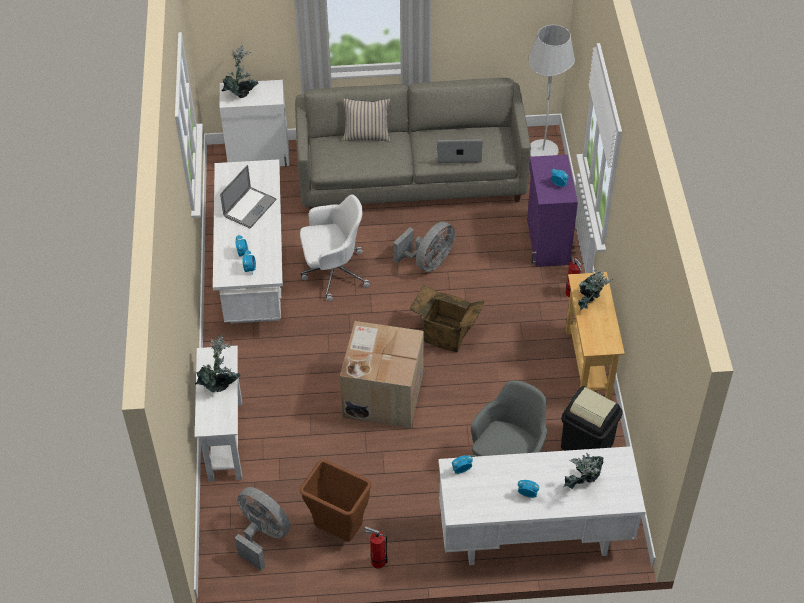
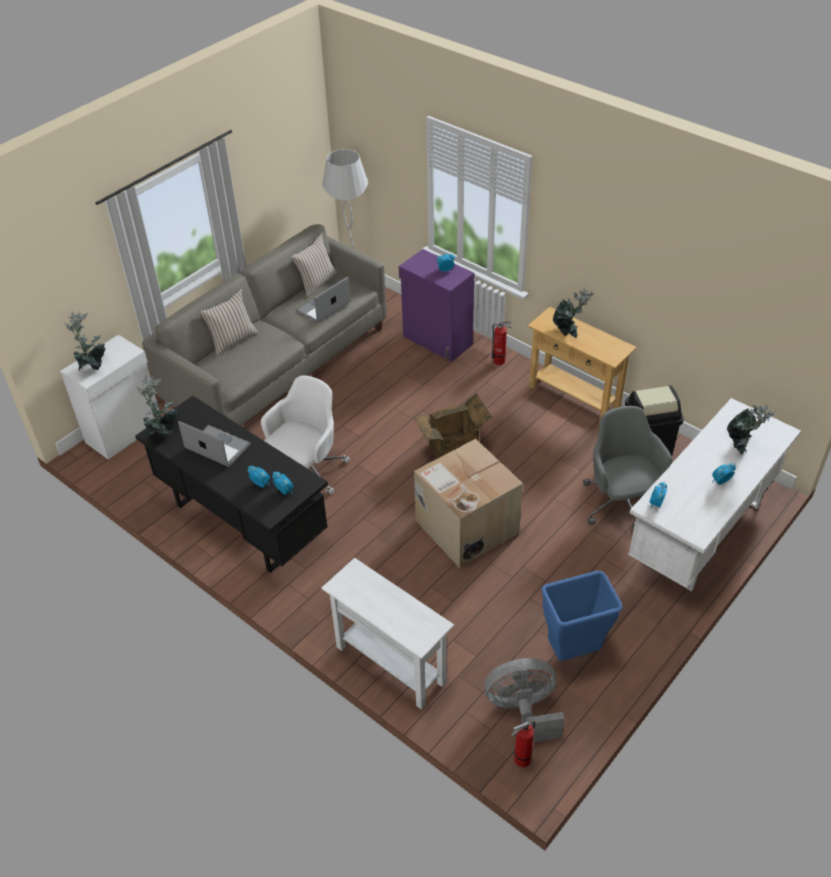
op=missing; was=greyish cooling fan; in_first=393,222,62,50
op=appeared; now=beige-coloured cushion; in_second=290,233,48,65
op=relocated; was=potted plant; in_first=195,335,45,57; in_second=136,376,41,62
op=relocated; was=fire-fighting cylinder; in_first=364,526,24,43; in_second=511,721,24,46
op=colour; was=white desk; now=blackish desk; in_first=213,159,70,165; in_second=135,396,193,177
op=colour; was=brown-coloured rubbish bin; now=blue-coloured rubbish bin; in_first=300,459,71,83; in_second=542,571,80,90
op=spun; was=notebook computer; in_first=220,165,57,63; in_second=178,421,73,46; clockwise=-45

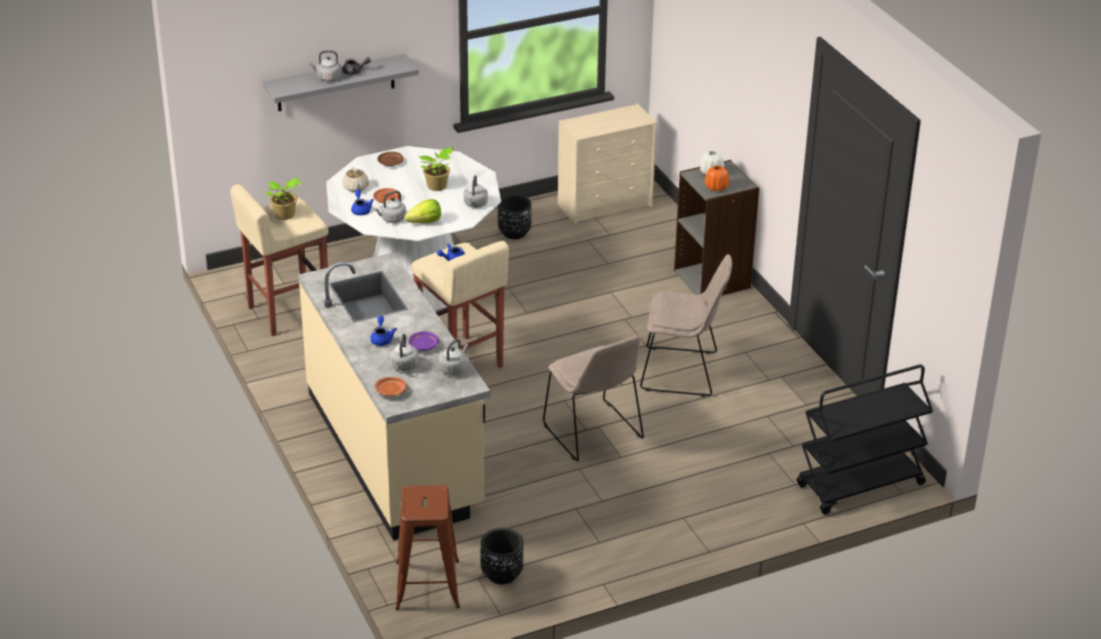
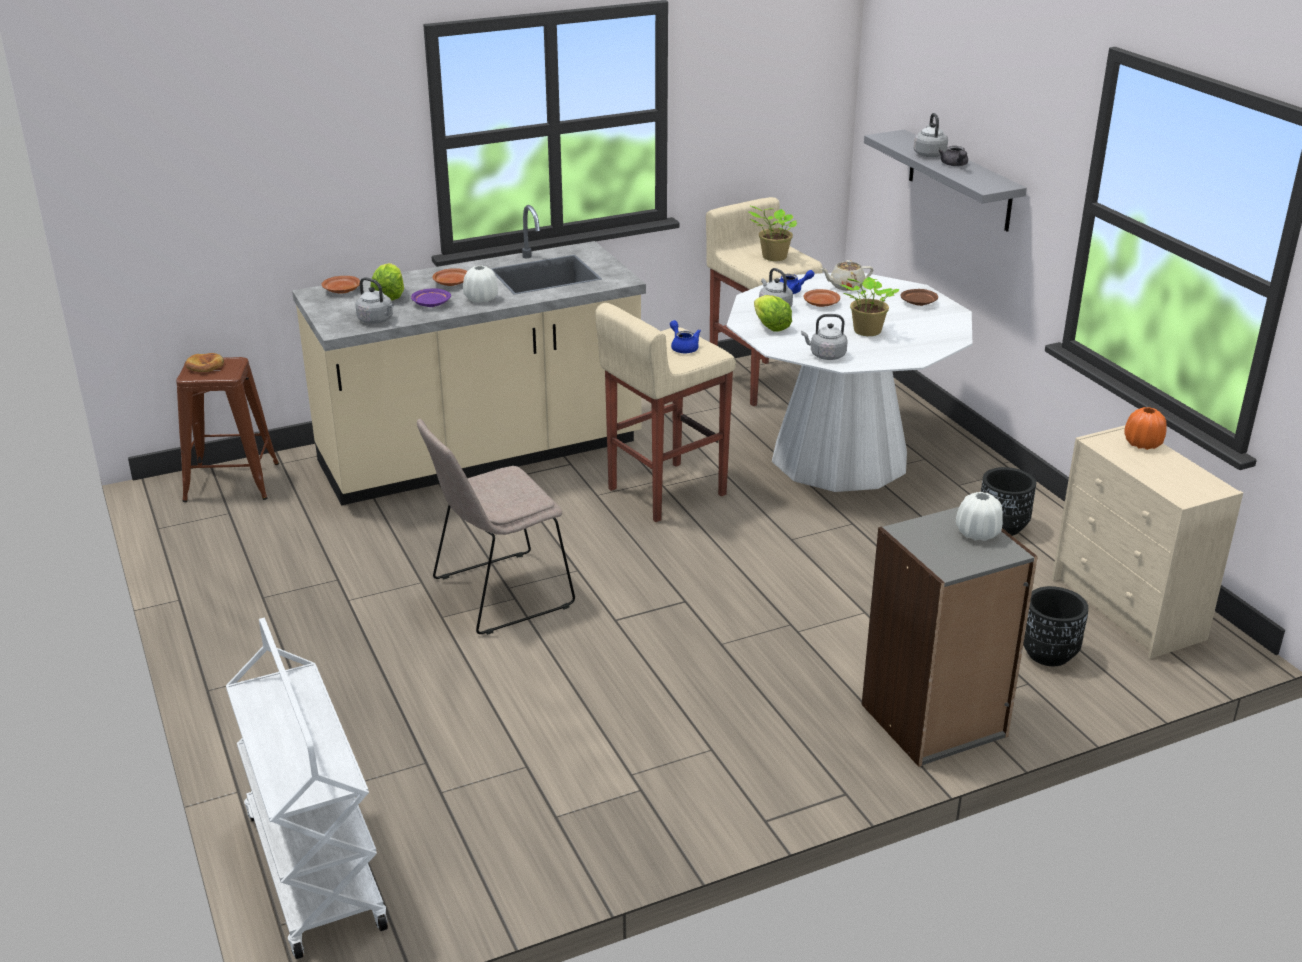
op=missing; was=beige-coloured chair; in_first=640,254,92,143
op=appeared; now=bakery bread; in_second=185,353,39,19
op=appeared; now=white decorative vase; in_second=463,265,35,38
op=relocated; was=blackish flower pot; in_first=481,528,42,57; in_second=1023,586,65,80
op=relocated; was=orange-coloured decorative vase; in_first=705,166,24,25; in_second=1124,407,43,43
op=exchanged; was=blue-coloured tea pot; now=brown-coloured plate; in_first=370,316,26,30; in_second=432,268,35,18
op=exchanged; was=greyish kettle; now=head of lettuce; in_first=390,334,29,37; in_second=370,263,34,37
op=colour; was=blackish trolley; now=white trolley; in_first=797,365,136,150; in_second=226,618,162,341

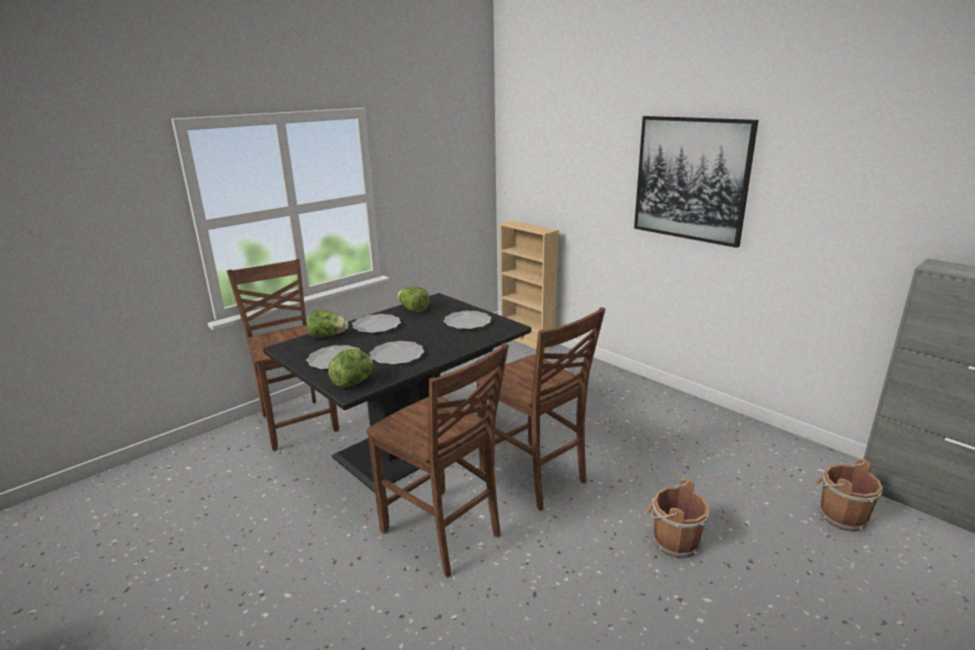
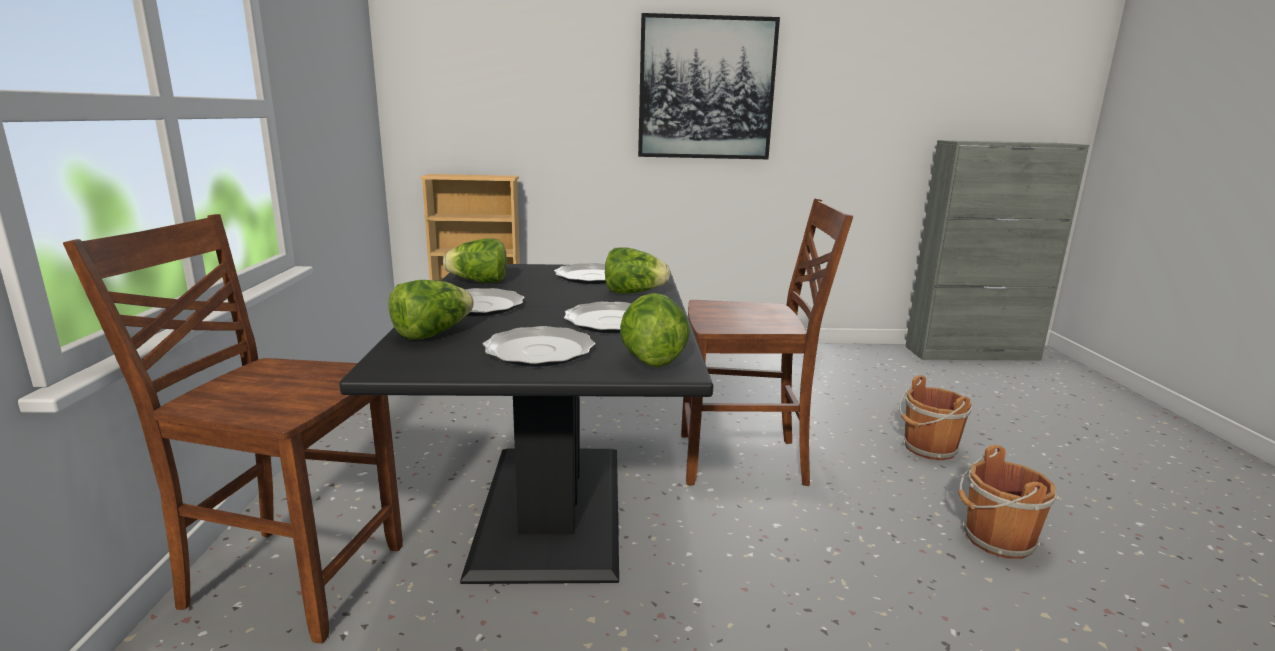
op=missing; was=brown-coloured chair; in_first=366,343,143,235
op=appeared; now=head of lettuce; in_second=605,248,65,46
op=relocated; was=brown-coloured water bucket; in_first=815,459,68,73; in_second=958,445,101,114

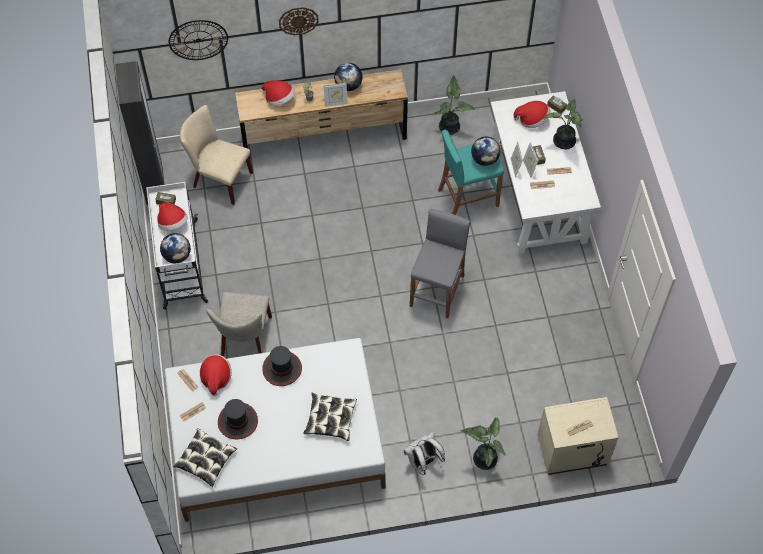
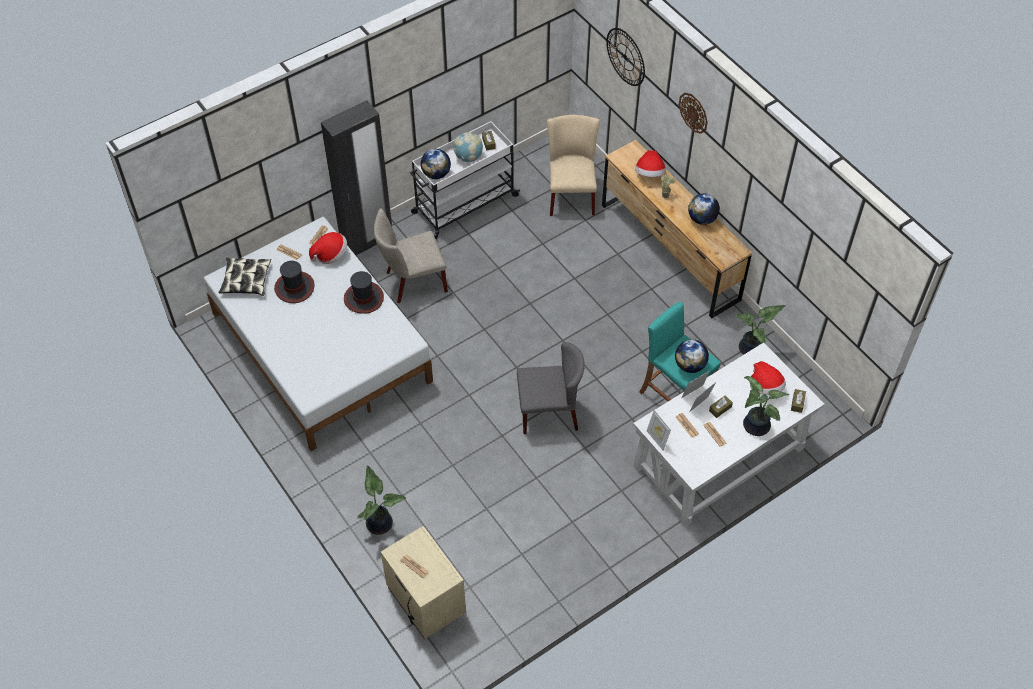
op=missing; was=cushion; in_first=303,393,54,48
op=missing; was=white backpack; in_first=404,432,41,43
op=relocated; was=blackish armoire; in_first=115,61,49,145; in_second=321,100,71,155
op=relocated; was=photo frame; in_first=323,83,25,24; in_second=647,410,24,40
op=exchanged; was=hat; now=world globe; in_first=157,201,31,30; in_second=453,132,30,30
op=exchanged; was=greyish stool seat; now=greyish chair; in_first=410,209,60,109; in_second=517,342,68,92

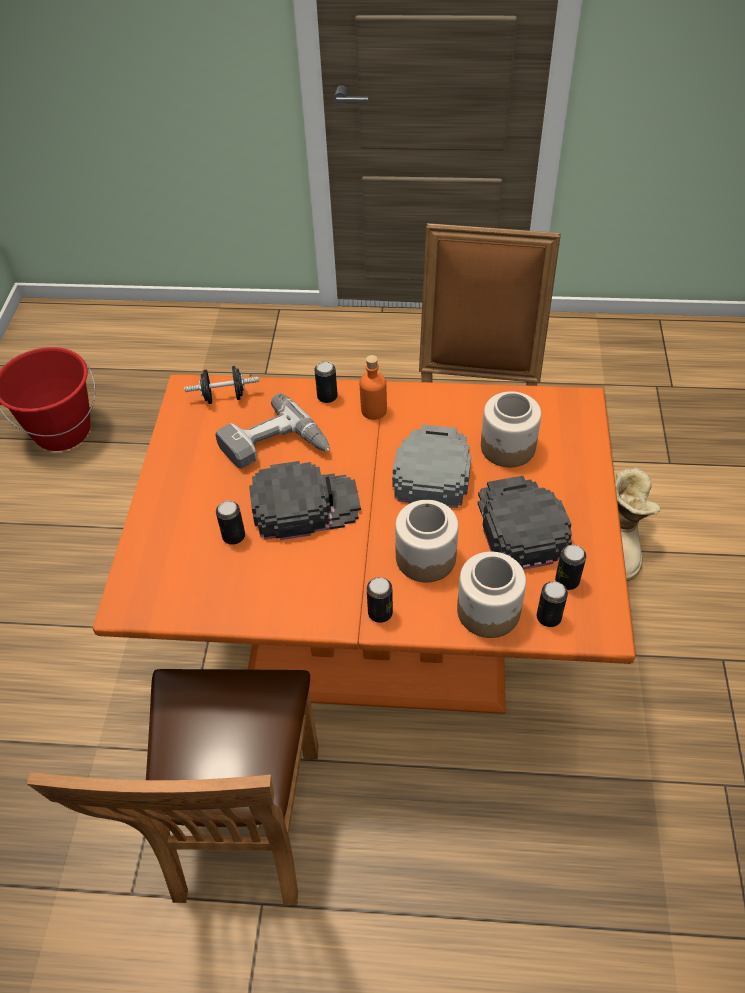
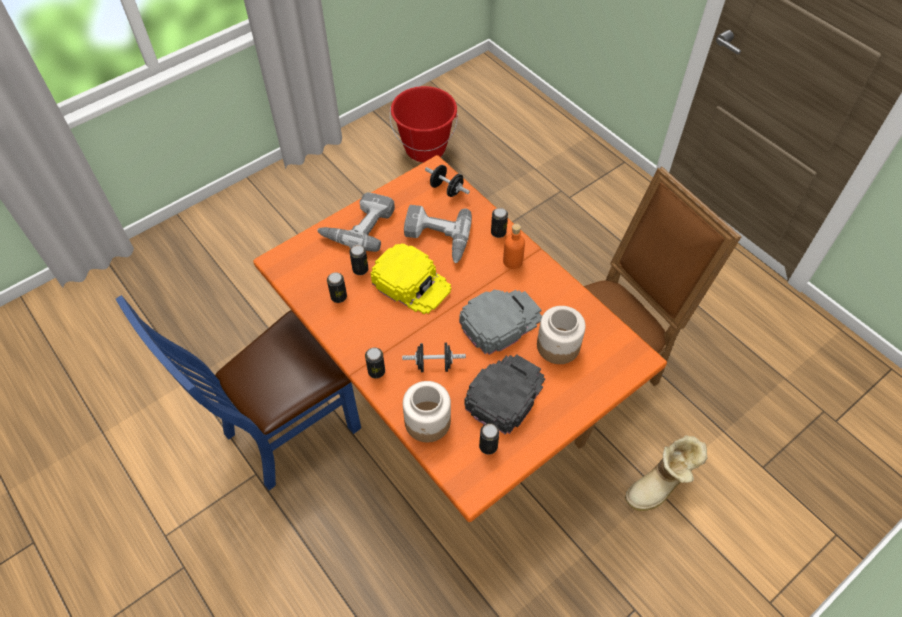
op=appeared; now=drill; in_second=317,192,78,60
op=relocated; was=metal can; in_first=537,581,31,46; in_second=327,272,20,31
op=exchanged; was=preserve jar; now=blackish free weight; in_first=395,500,64,83; in_second=402,343,64,29
op=colour; was=brown-coloured chair; now=blue-coloured chair; in_first=27,669,292,236; in_second=116,295,245,195
op=colour; was=blackish cap; now=yellow-coloured cap; in_first=249,461,112,79; in_second=371,243,81,71

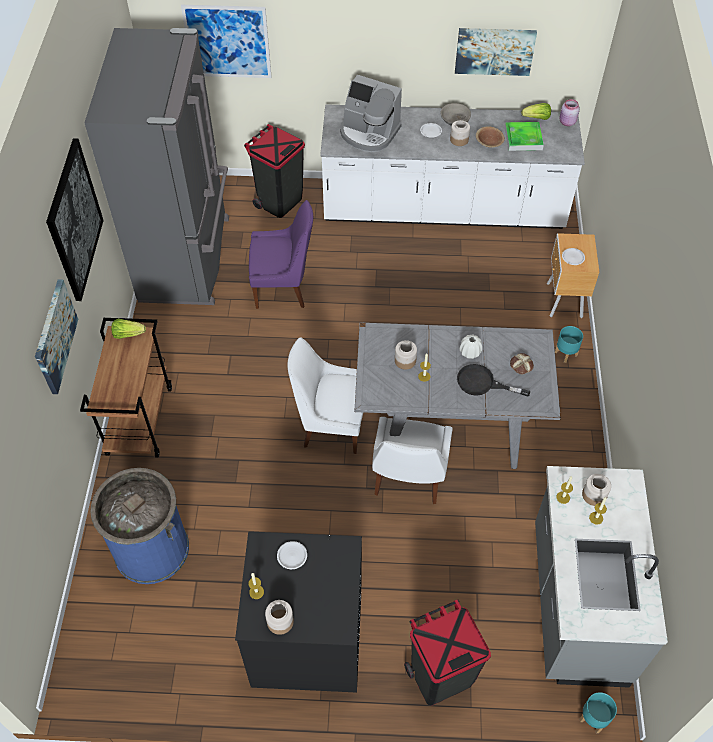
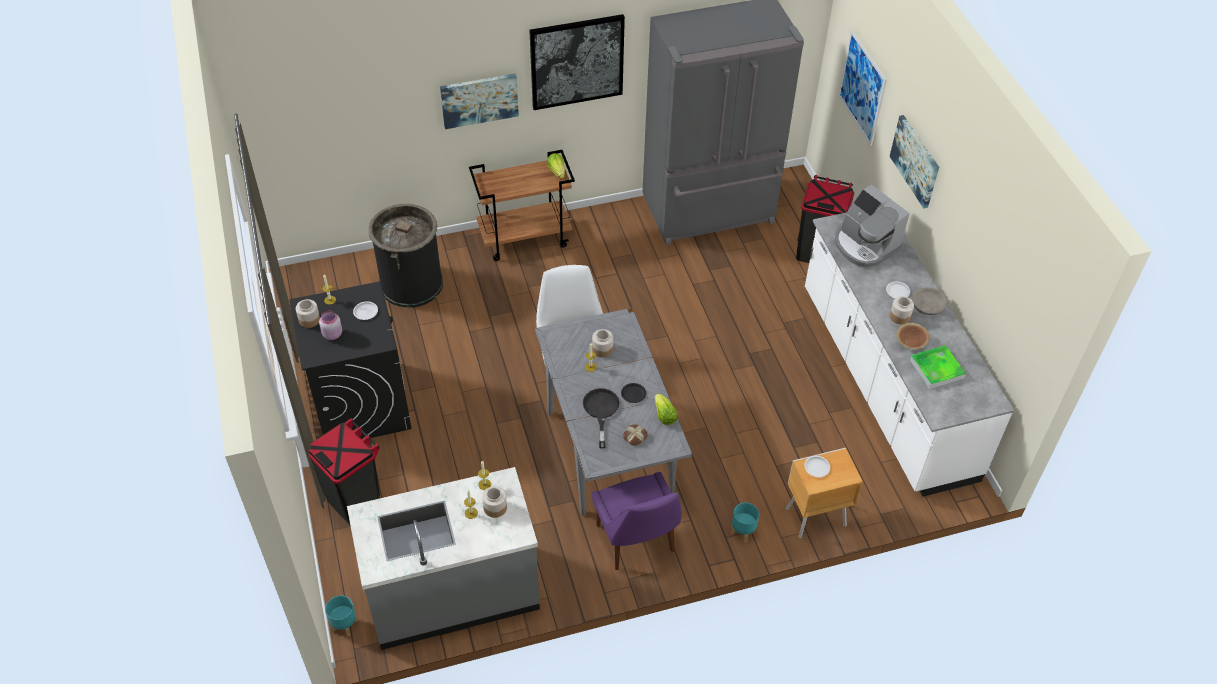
op=missing; was=white chair; in_first=372,417,81,87
op=relocated; was=purple-coloured chair; in_first=249,200,64,109; in_second=592,472,90,98
op=relocated; was=picture; in_first=455,28,82,48; in_second=890,115,49,94
op=relocated; was=head of lettuce; in_first=522,103,29,17; in_second=655,394,23,31
op=relocated; was=pink preserve jar; in_first=560,99,20,27; in_second=319,311,23,29
op=exchanged; was=white decorative vase; now=blackish plate; in_first=459,334,23,25; in_second=621,383,25,20
op=colour; was=blue-coloured rubbish bin; now=blackish rubbish bin; in_first=90,468,99,116; in_second=368,204,75,104
op=spun; was=coffee brewer; in_first=340,75,62,77; in_second=835,185,75,83; clockwise=-45

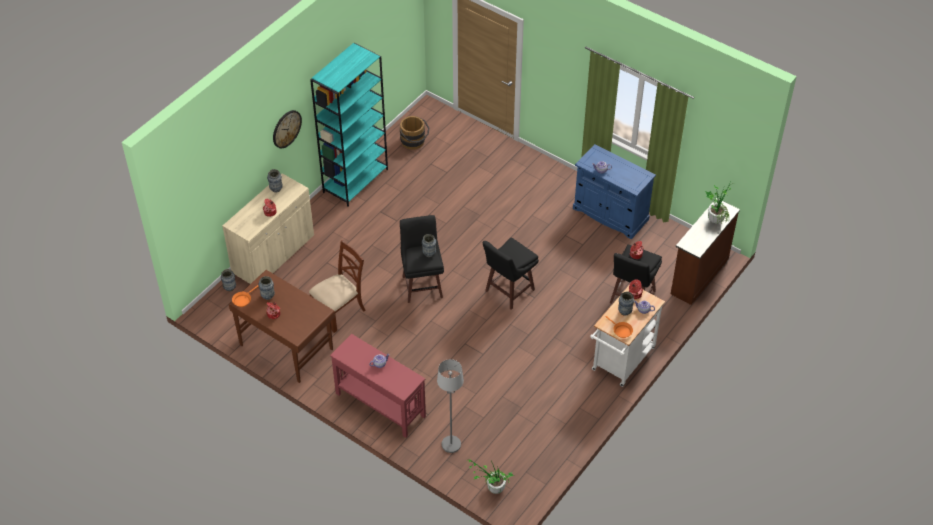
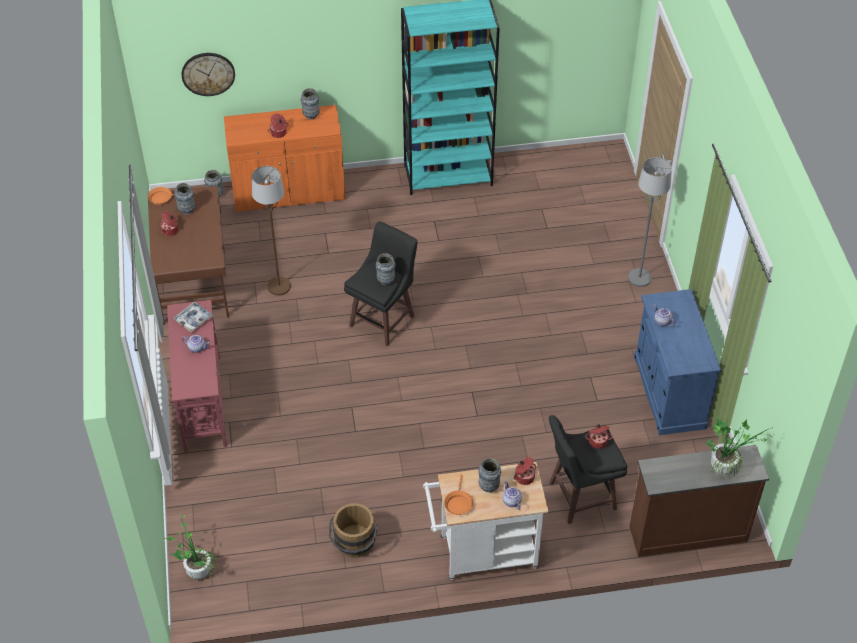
op=missing; was=blackish stool seat; in_first=482,237,57,73
op=appeared; now=serving tray; in_second=173,302,41,30
op=relocated; was=hanging clock; in_first=273,110,29,38; in_second=182,53,53,43
op=relocated; was=brown-coloured water bucket; in_first=400,116,29,34; in_second=329,503,49,55
op=relocated; was=greyish standing lamp; in_first=437,359,27,94; in_second=628,157,44,130
op=exchanged; was=brown-coloured chair; now=brown-coloured standing lamp; in_first=309,240,57,93; in_second=252,166,39,129
op=colour; was=beige-coloured cupboard; now=orange-coloured cupboard; in_first=222,173,92,111; in_second=224,105,121,107

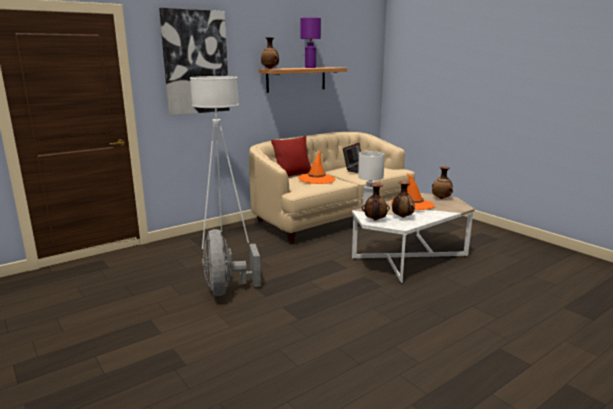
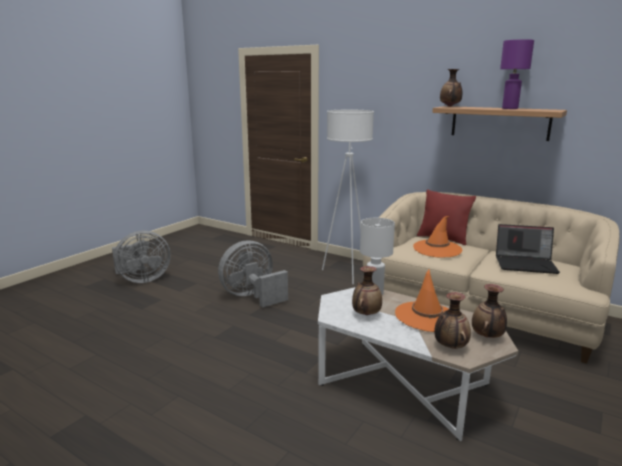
op=missing; was=picture; in_first=159,8,71,107
op=appeared; now=greyish cooling fan; in_second=112,231,59,52
op=relocated; was=decorative vase; in_first=362,183,28,37; in_second=434,292,37,57

